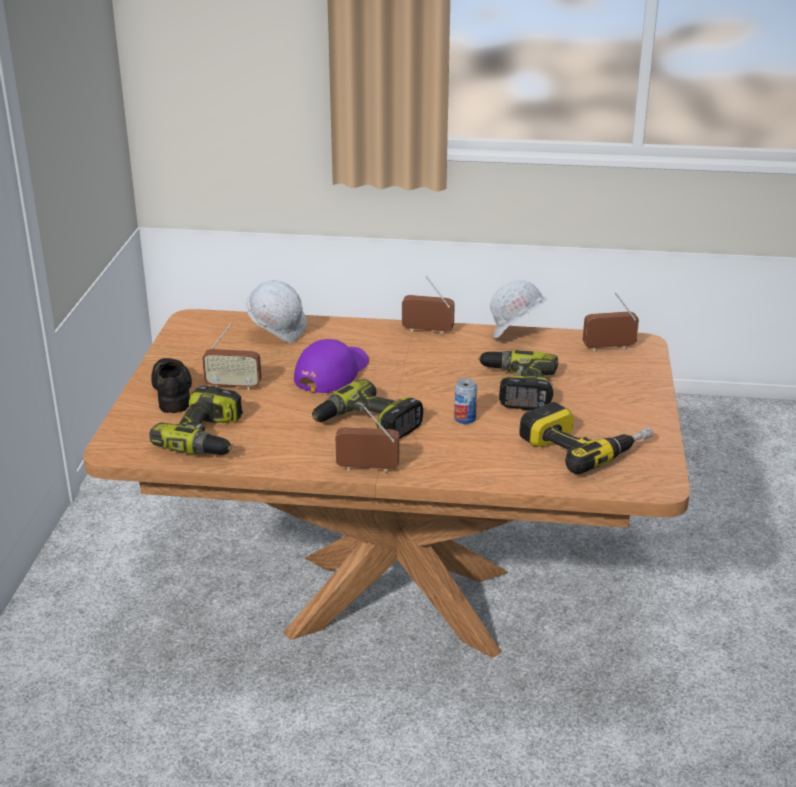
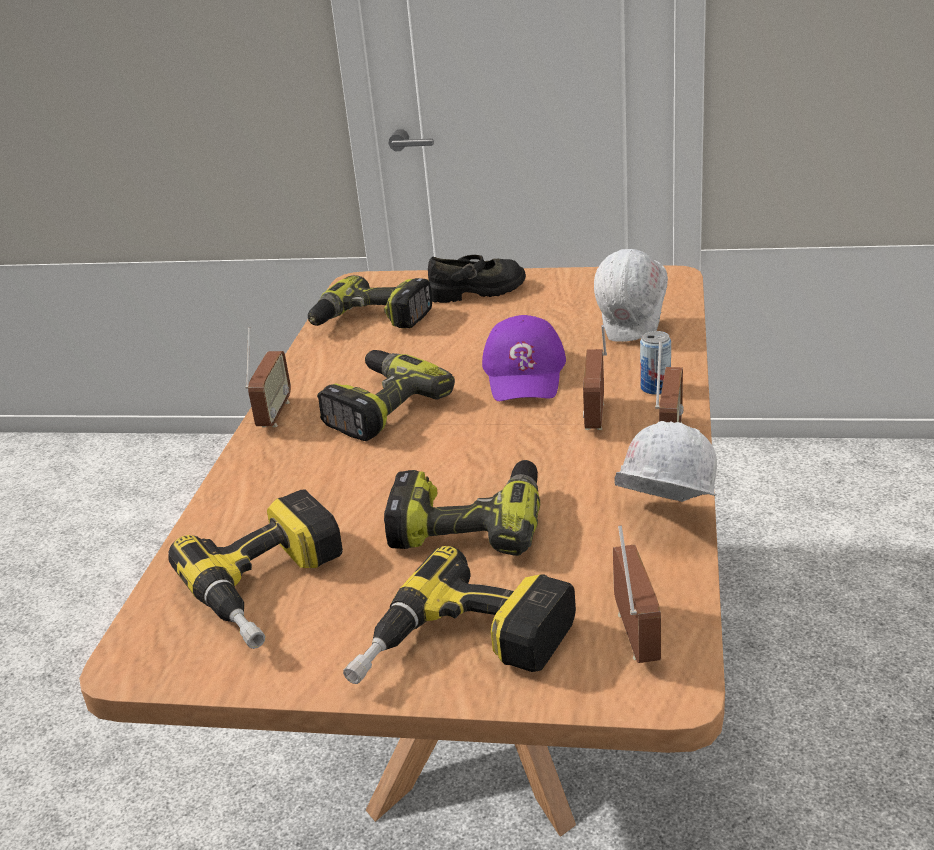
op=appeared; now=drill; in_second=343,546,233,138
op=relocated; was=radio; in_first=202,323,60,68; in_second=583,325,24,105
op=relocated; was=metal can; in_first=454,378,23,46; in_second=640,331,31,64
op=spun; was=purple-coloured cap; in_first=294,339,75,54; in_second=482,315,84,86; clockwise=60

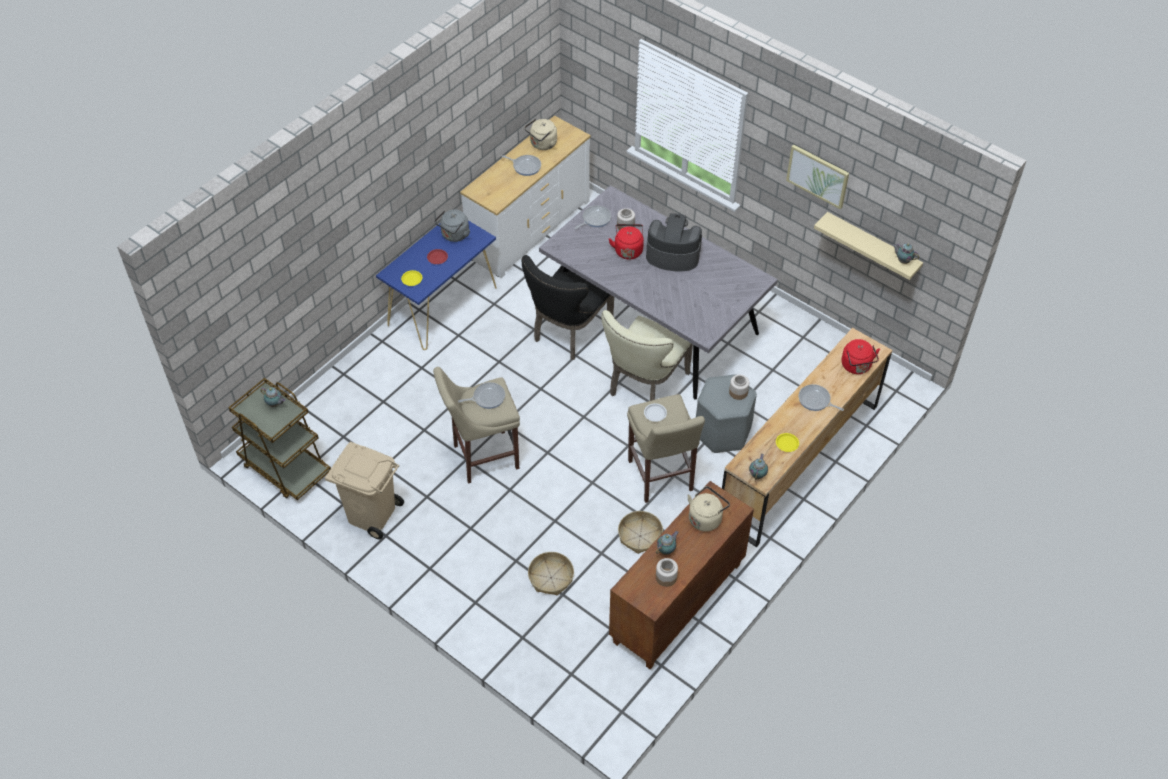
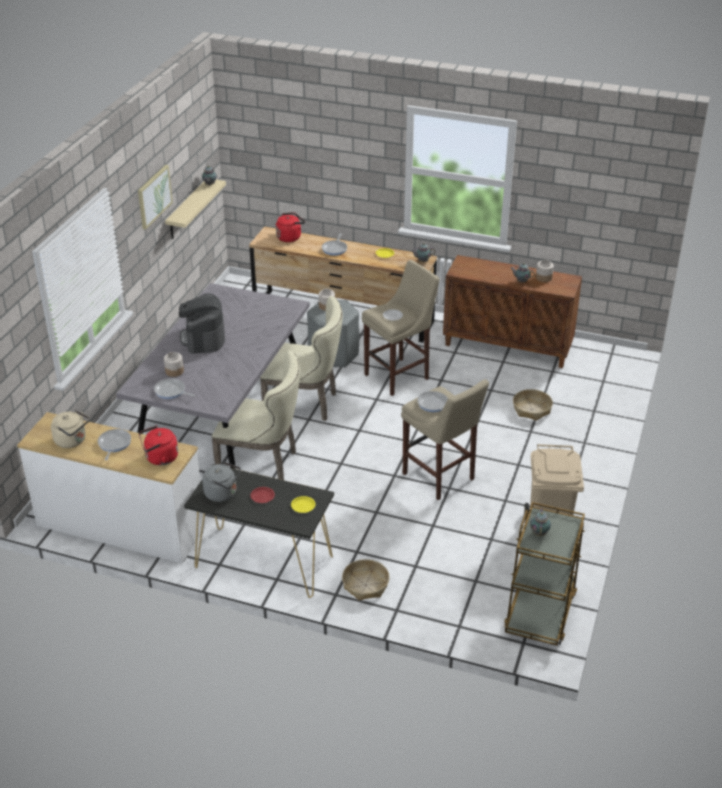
op=missing; was=beige-coloured kettle; in_first=687,486,43,46
op=relocated; was=reddish kettle; in_first=608,224,36,36; in_second=139,426,39,39
op=relocated; was=basket; in_first=618,511,45,43; in_second=342,559,48,42
op=colour; was=blue-coloured hall table; now=blackish hall table; in_first=376,220,120,130; in_second=184,464,150,134
op=colour; was=blackish chair; now=beige-coloured chair; in_first=522,255,92,105; in_second=212,350,88,130

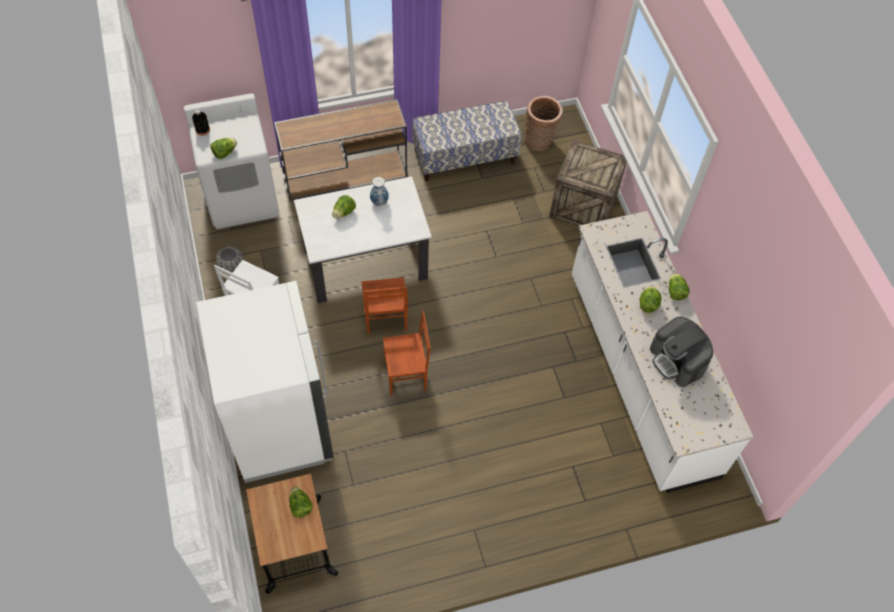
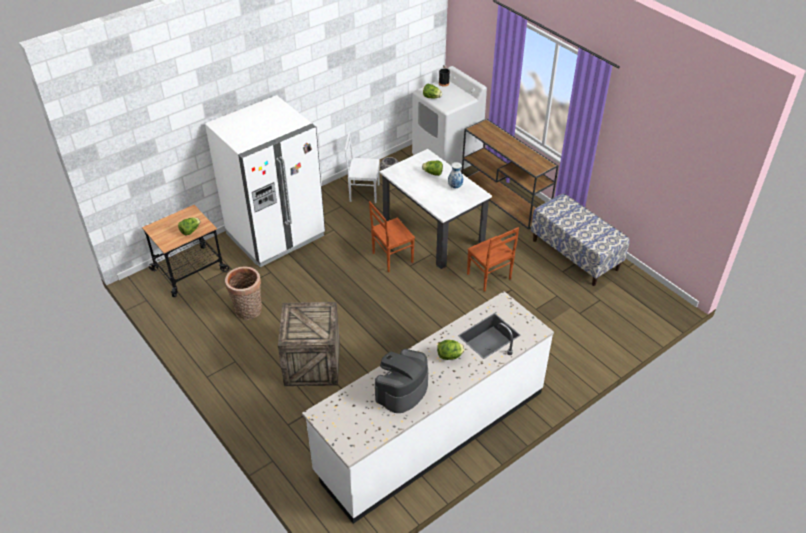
op=missing; was=head of lettuce; in_first=669,273,21,27
op=relocated; was=brown-coloured chair; in_first=383,311,48,84; in_second=467,227,52,65
op=relocated; was=basket; in_first=524,96,39,55; in_second=225,266,37,54
op=relocated; was=shipping crate; in_first=549,140,77,87; in_second=278,302,62,84

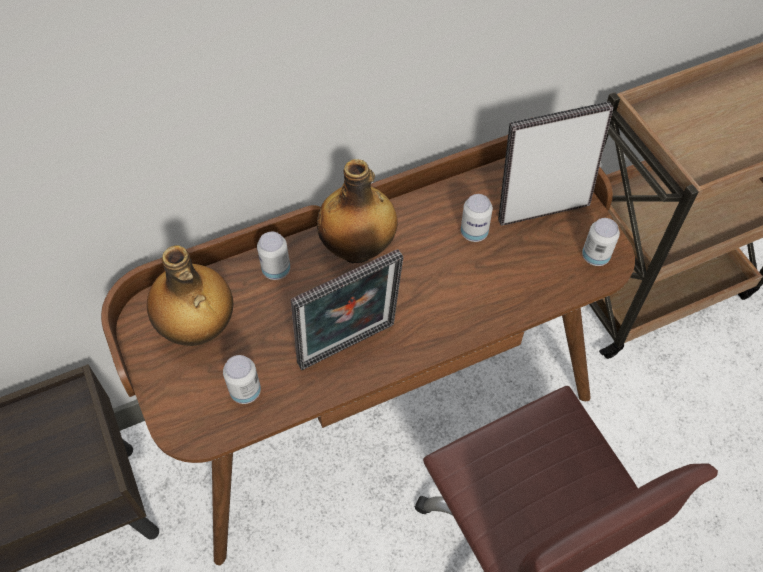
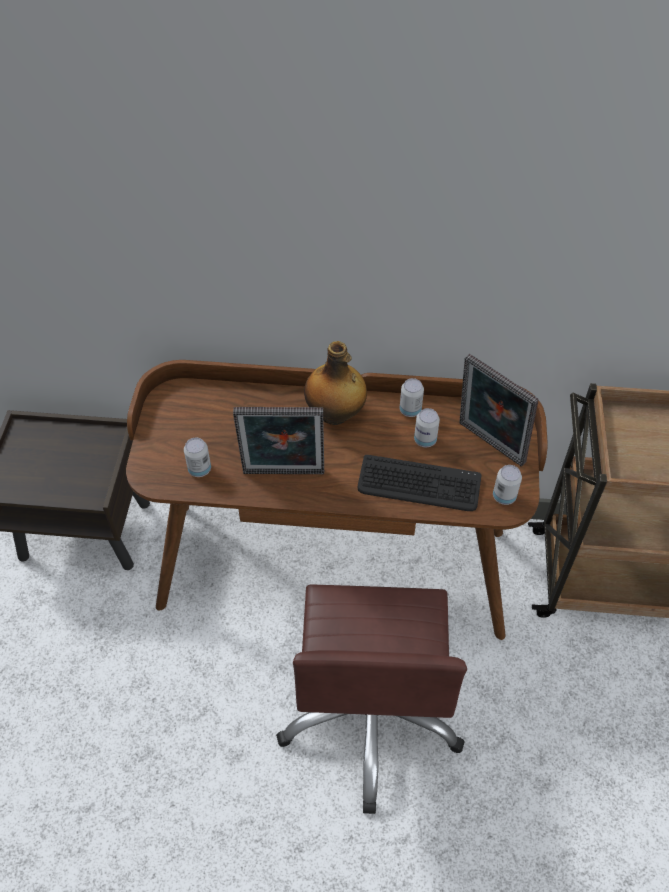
op=missing; was=beverage bottle; in_first=147,246,86,100
op=appeared; now=computer keyboard; in_second=357,455,125,56
op=relocated; was=metal can; in_first=257,232,33,48; in_second=400,378,24,39
op=spun; was=photo frame; in_first=498,102,115,124; in_second=459,354,80,113; clockwise=-150

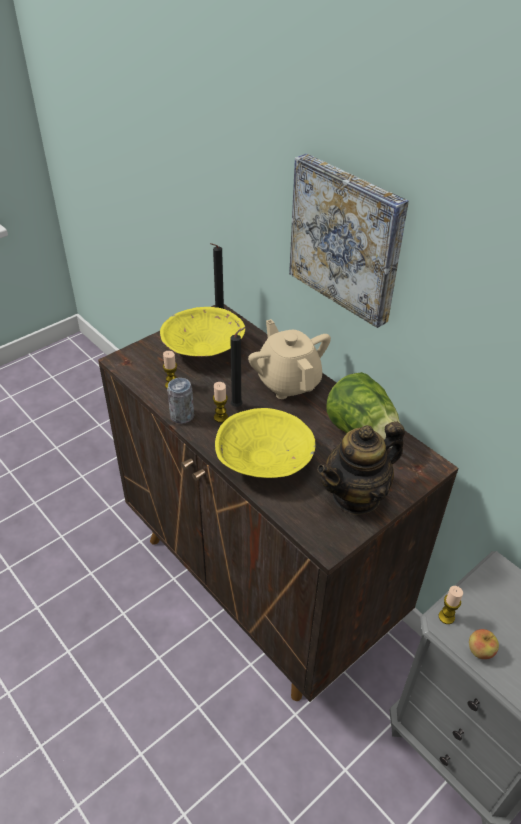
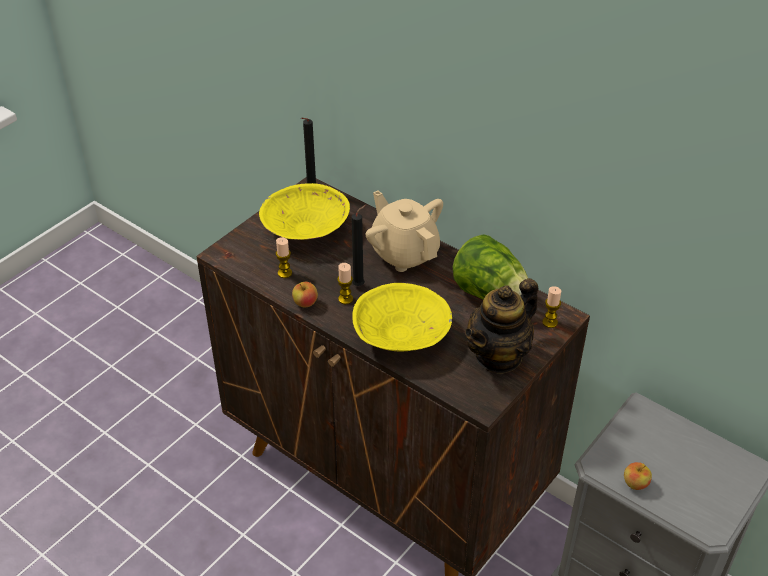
op=missing; was=picture; in_first=289,154,120,174
op=relocated; was=candle; in_first=438,586,25,38; in_second=542,286,19,42
op=exchanged; was=metal can; now=whole apple; in_first=167,378,27,46; in_second=292,282,26,25

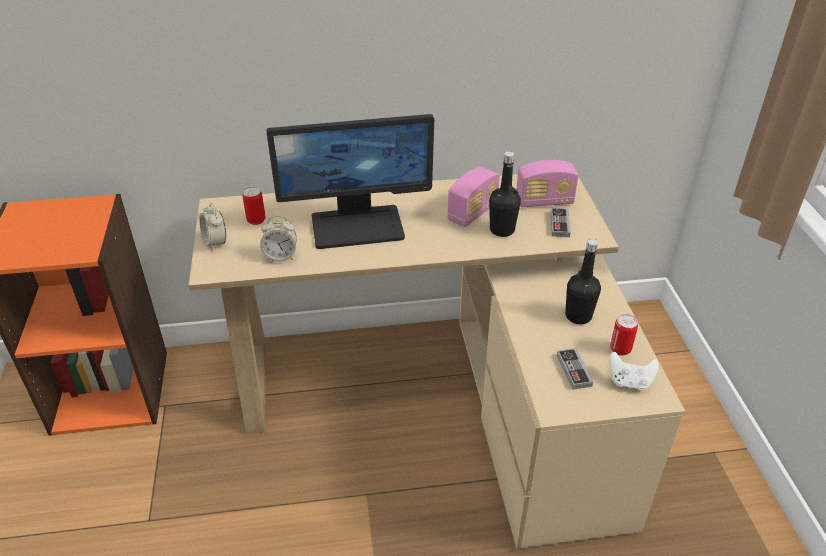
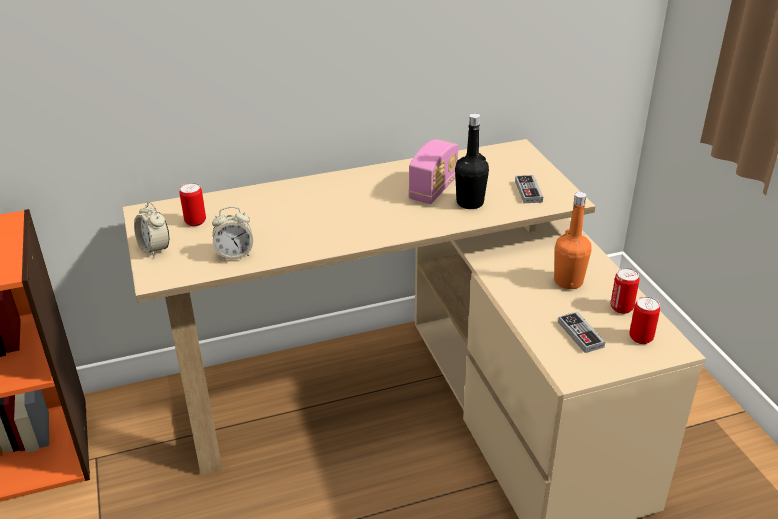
op=missing; was=monitor; in_first=267,114,167,135
op=missing; was=radio; in_first=516,160,63,47
op=exchanged; was=white gamepad; now=metal can; in_first=609,352,50,38; in_second=629,297,31,47
op=colour; was=blackish beverage bottle; now=orange-coloured beverage bottle; in_first=565,239,36,85; in_second=554,192,38,97

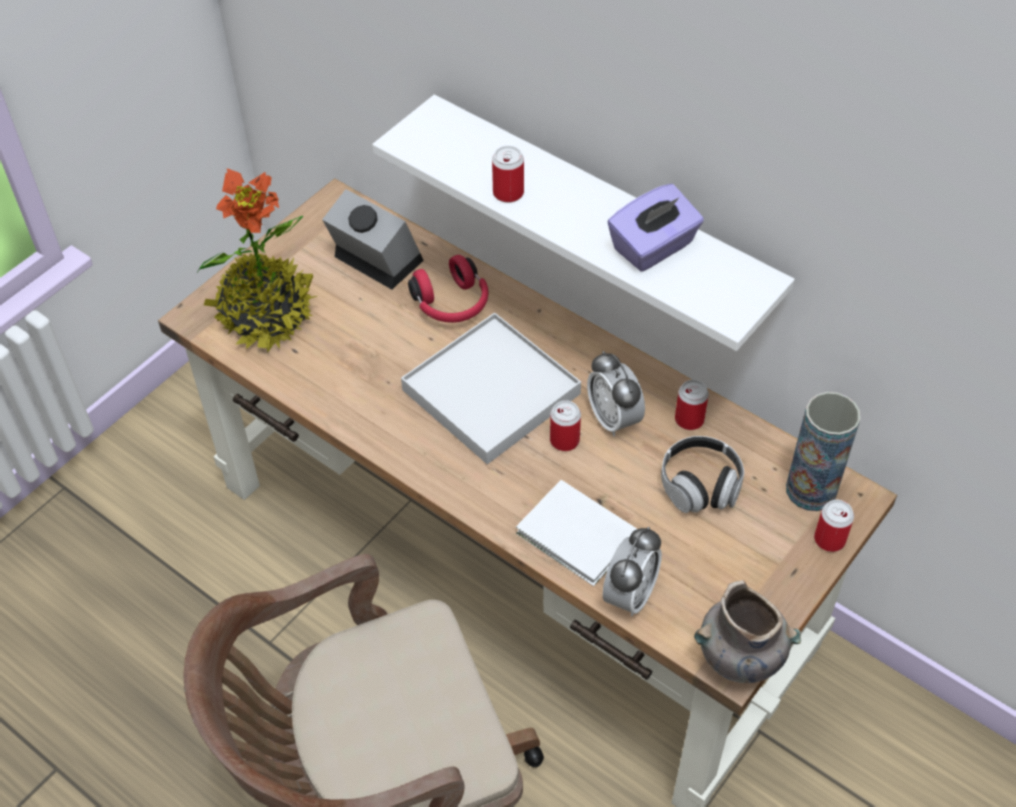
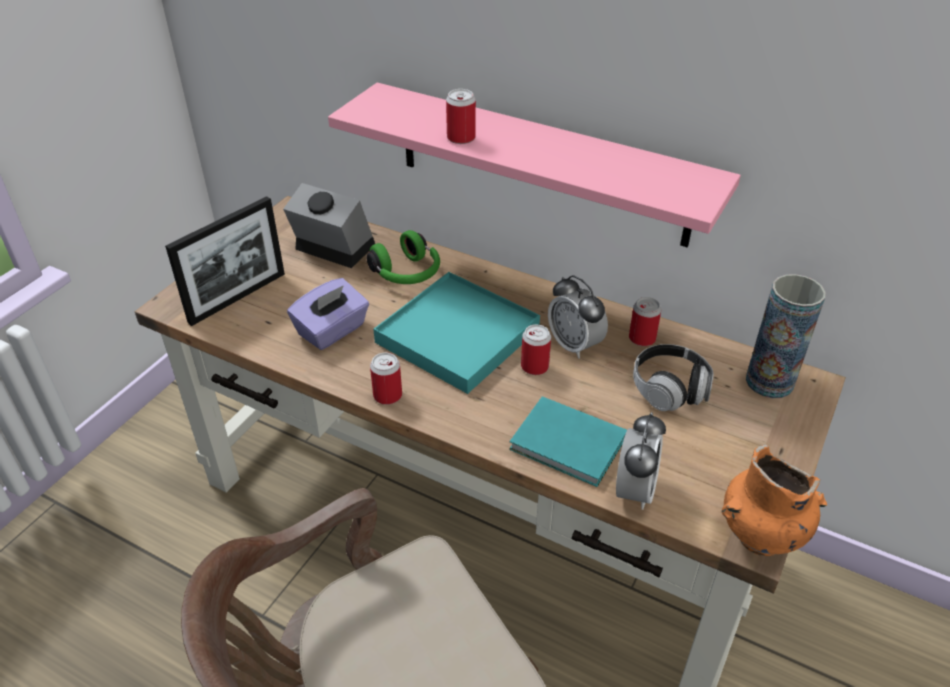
op=relocated; was=purple-coloured tissue holder; in_first=608,184,96,87; in_second=287,278,82,72
op=relocated; was=metal can; in_first=814,500,40,52; in_second=370,352,32,53
op=exchanged; was=potted plant; now=photo frame; in_first=198,168,119,185; in_second=165,196,120,130
op=colour; was=white shelf; now=pink shelf; in_first=372,95,423,256; in_second=328,82,413,165
op=colour; was=white serving tray; now=turquoise serving tray; in_first=401,313,180,151; in_second=373,272,167,122
op=colour; was=reddish headset; now=green-coloured headset; in_first=408,255,81,68; in_second=366,230,74,54
op=colour; was=white volume; now=turquoise volume; in_first=516,480,121,106; in_second=509,396,118,91
op=colour; was=greyish decorative vase; now=orange-coloured decorative vase; in_first=694,580,107,103; in_second=722,444,105,112

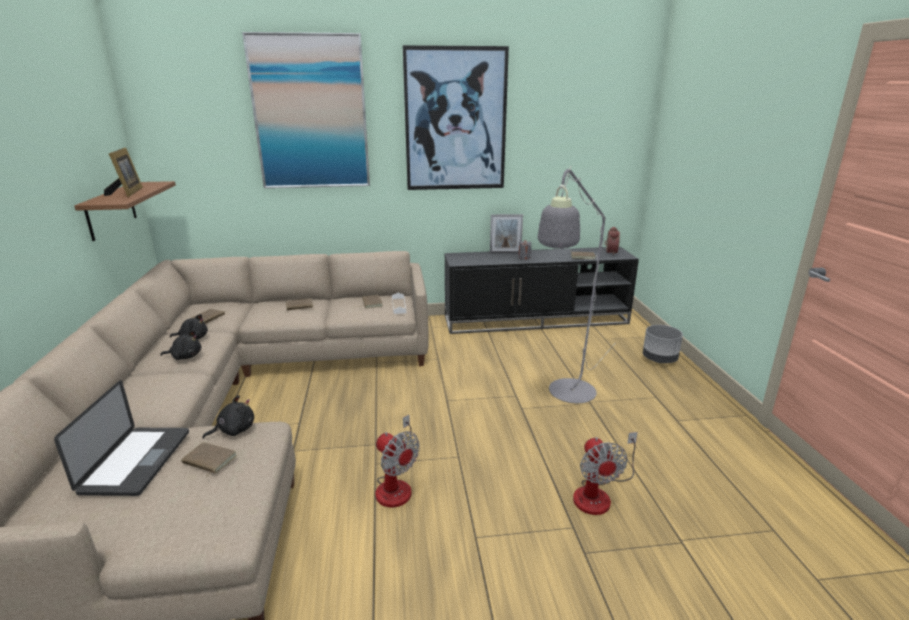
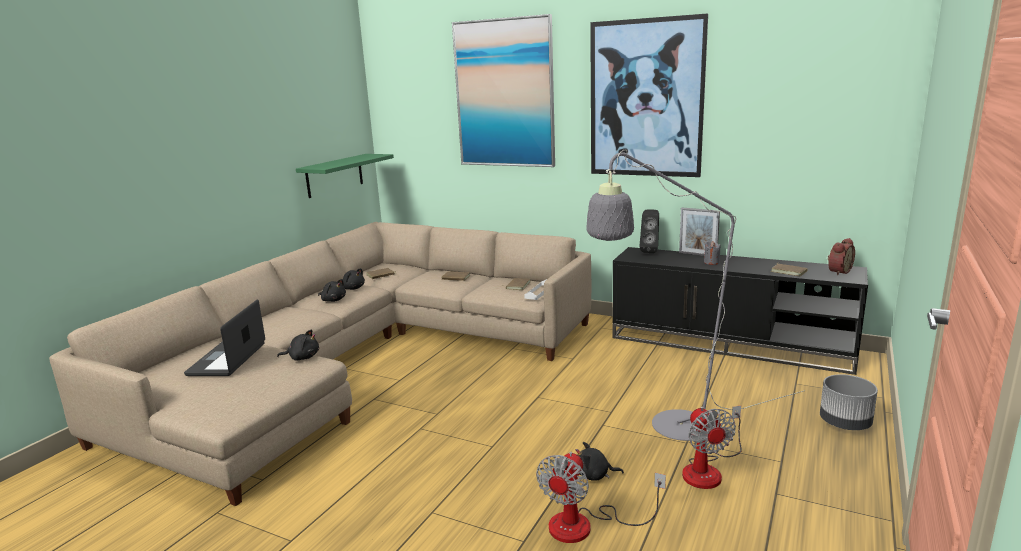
op=missing; was=photo frame; in_first=104,148,39,49
op=missing; was=brown-coloured volume; in_first=181,442,56,35
op=appeared; now=blackish cuddly toy; in_second=576,442,48,39
op=appeared; now=blackish speaker; in_second=640,209,19,44
op=relocated; was=cooling fan; in_first=376,415,44,92; in_second=682,406,60,83
op=colour; was=brown-coloured shelf; now=green-coloured shelf; in_first=74,181,102,60; in_second=296,154,98,44
op=spun; was=notebook computer; in_first=54,380,135,116; in_second=184,299,81,77; clockwise=150

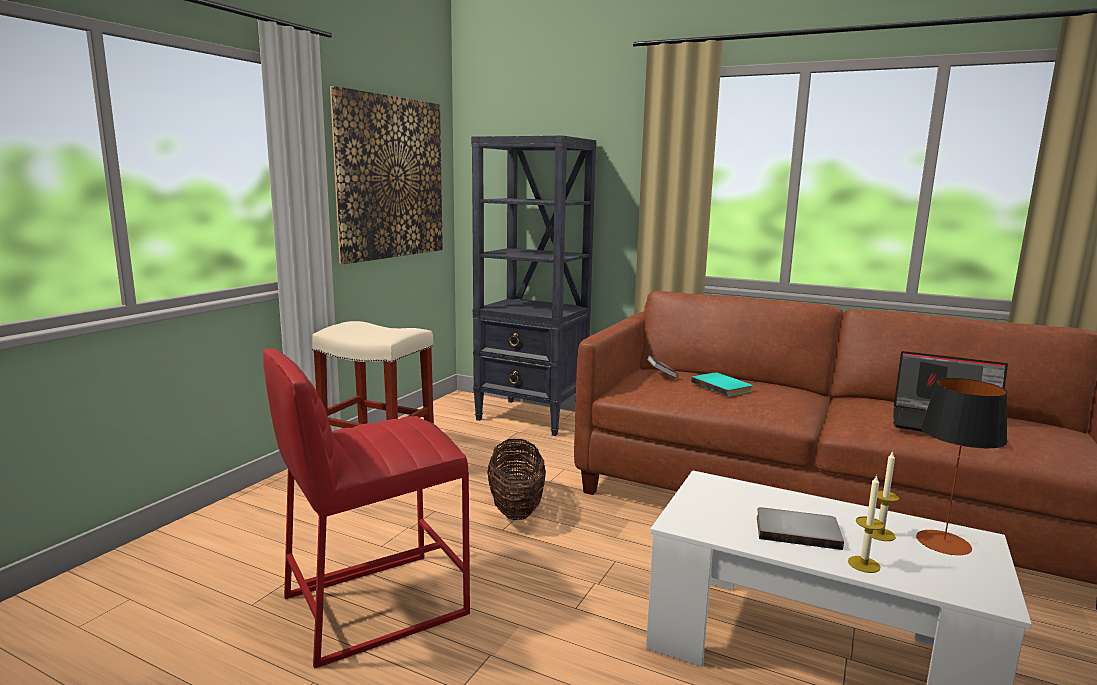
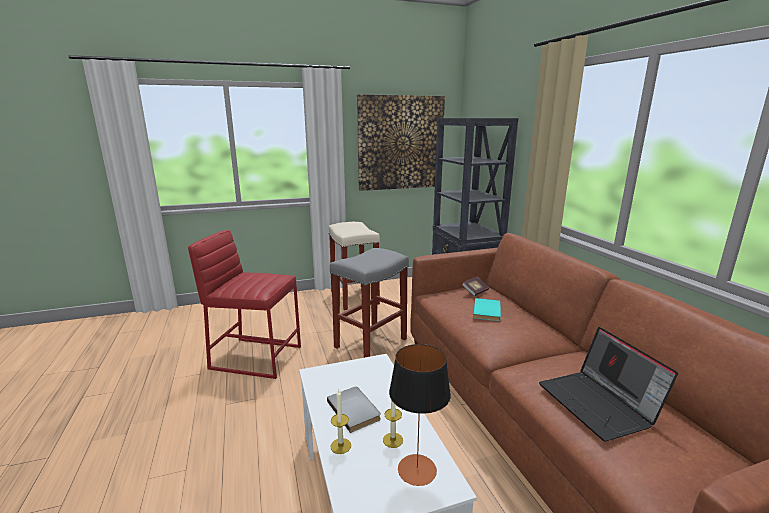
op=exchanged; was=basket; now=greyish stool seat; in_first=487,439,59,81; in_second=330,248,79,110

